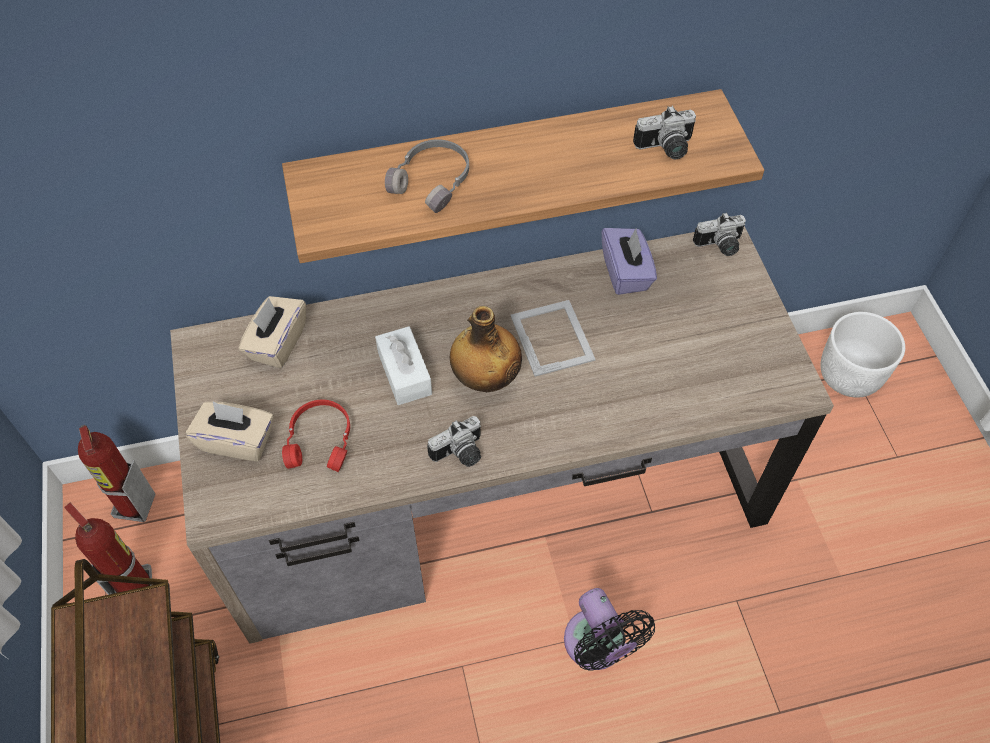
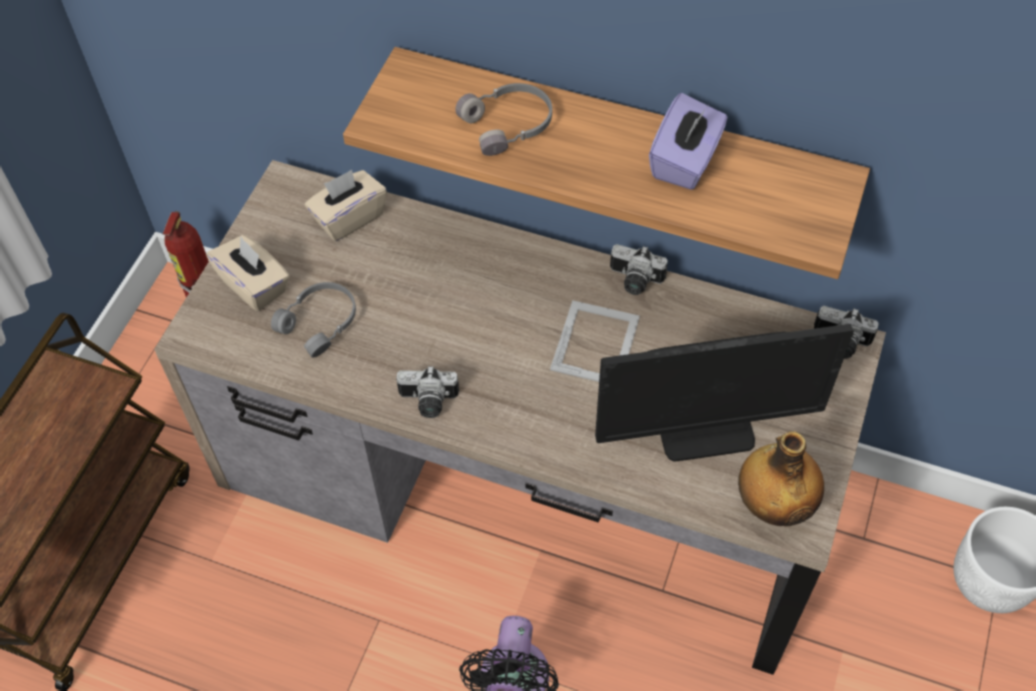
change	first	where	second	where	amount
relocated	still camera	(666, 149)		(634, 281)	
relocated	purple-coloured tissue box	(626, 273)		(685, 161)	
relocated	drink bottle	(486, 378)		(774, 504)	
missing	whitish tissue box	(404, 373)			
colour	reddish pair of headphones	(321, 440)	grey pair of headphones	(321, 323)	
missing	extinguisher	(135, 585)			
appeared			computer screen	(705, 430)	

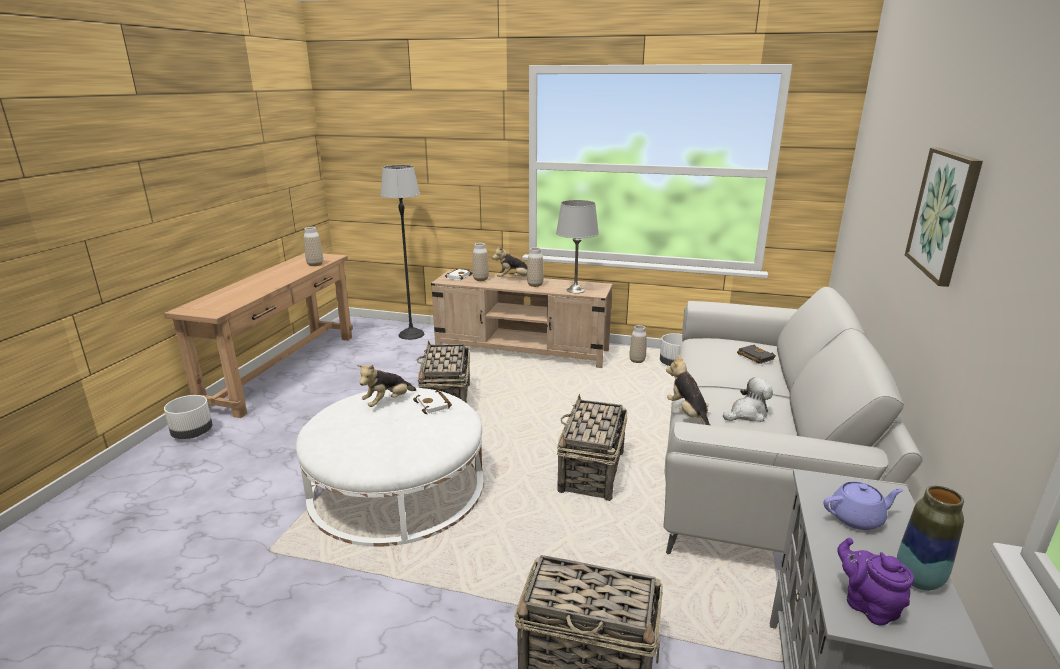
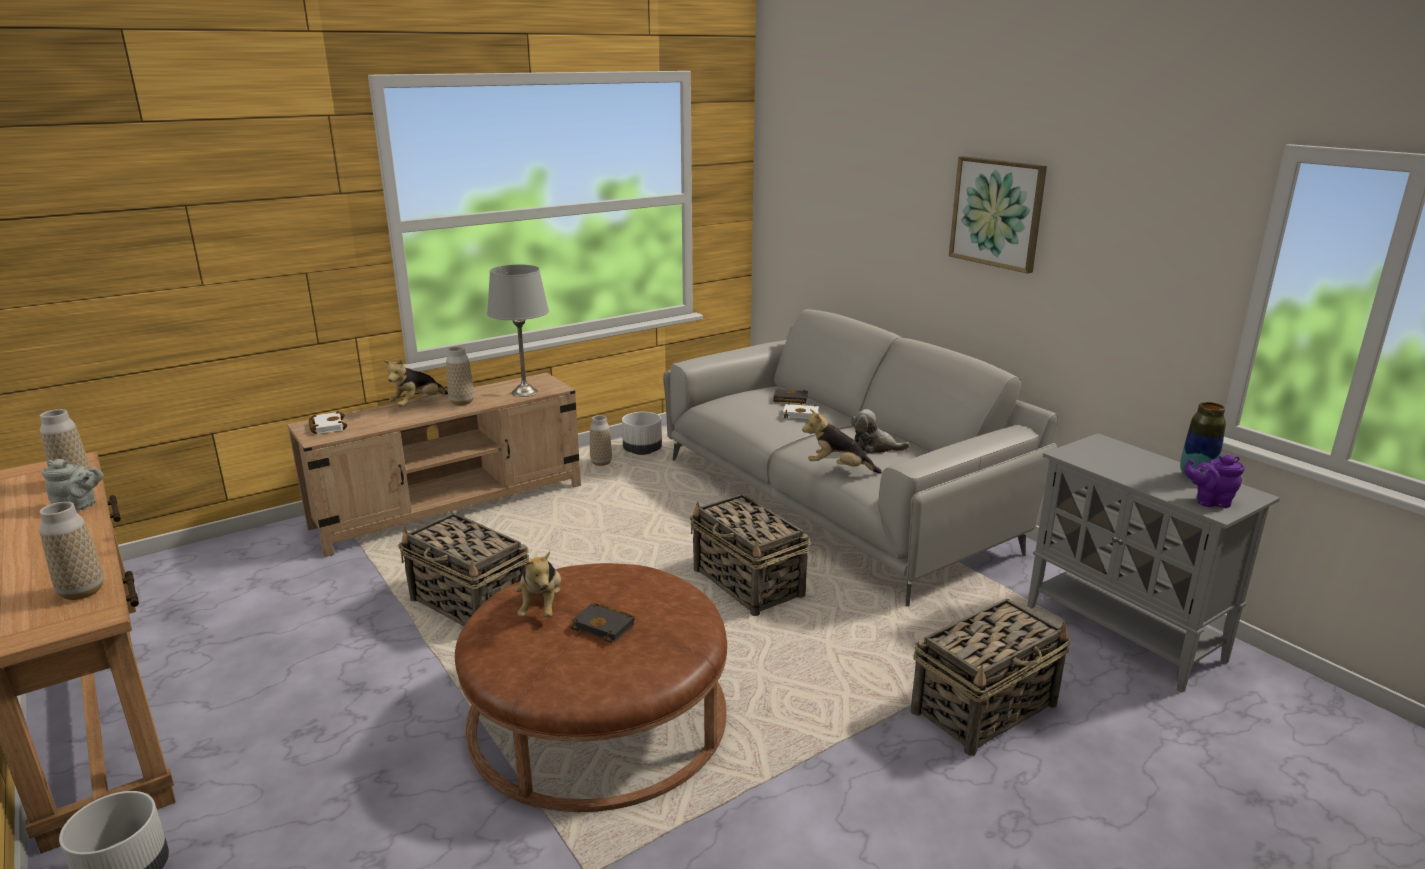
change	first	where	second	where	amount
missing	standard lamp	(411, 334)			
relocated	vase	(480, 279)		(82, 592)	
spun	plush toy	(747, 414)		(874, 447)	90 degrees counterclockwise
colour	whitish ottoman	(397, 487)	brown ottoman	(598, 715)	
relocated	whitish book	(434, 405)		(801, 414)	
missing	purple-coloured pot for tea	(857, 518)			
appeared			grey pot for tea	(79, 506)	
appeared			black-coloured book	(605, 626)	

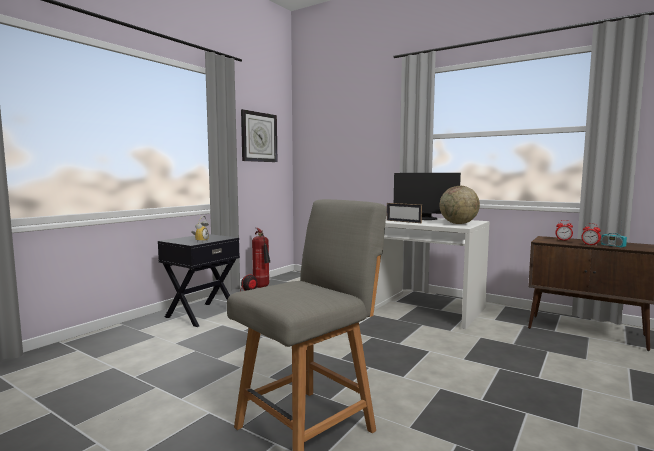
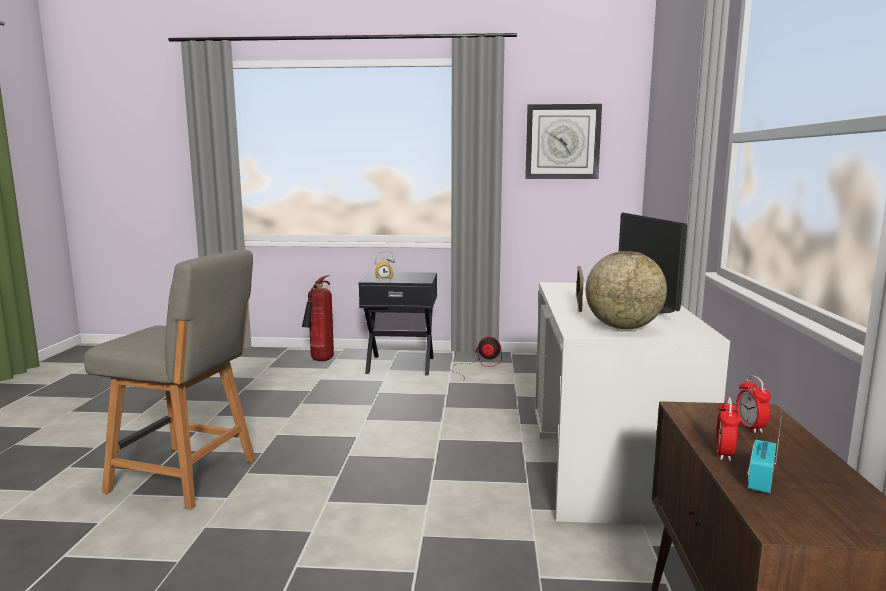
change	first	where	second	where	amount
relocated	extinguisher	(262, 287)		(320, 361)	

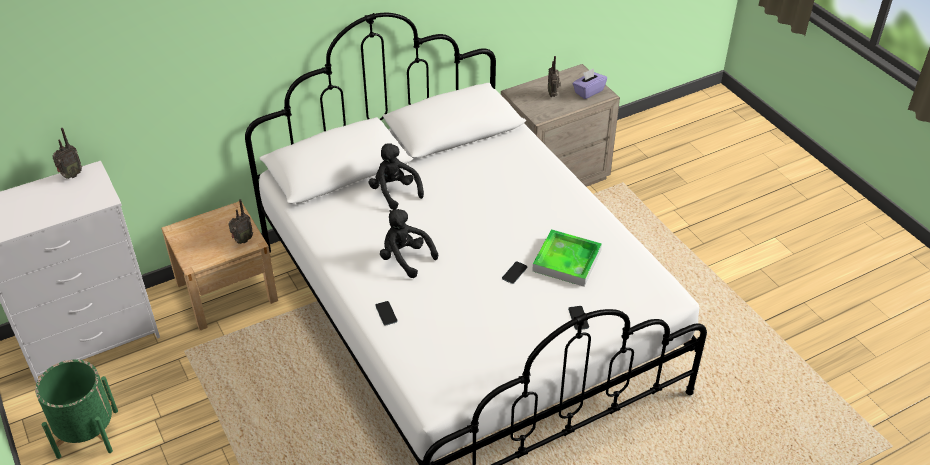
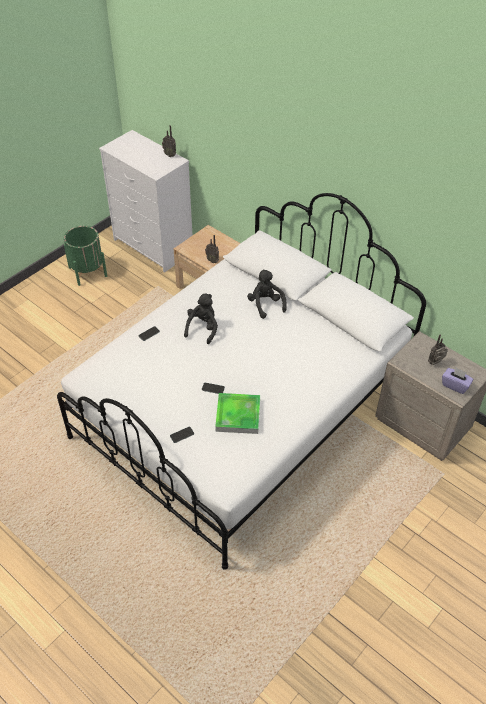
change	first	where	second	where	amount
spun	black-coloured plush toy	(394, 192)		(265, 304)	60 degrees counterclockwise

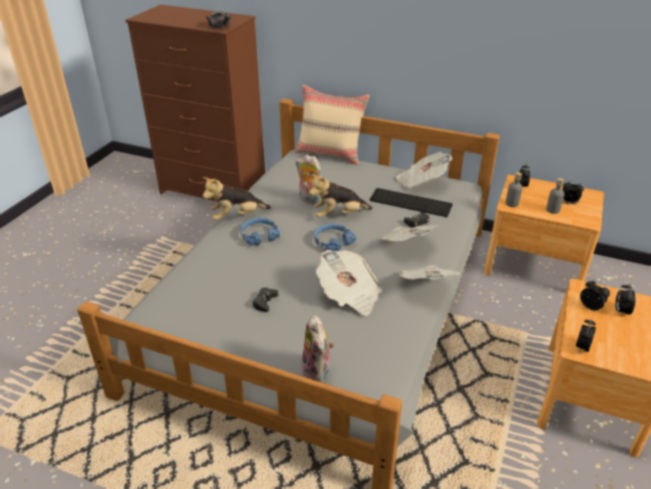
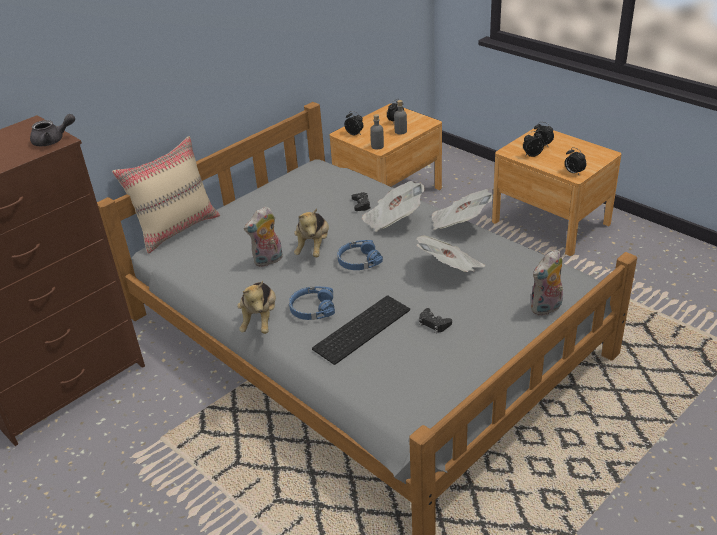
change	first	where	second	where	amount
missing	newspaper	(421, 182)			
relocated	computer keyboard	(412, 202)		(361, 328)	
spun	plush toy	(318, 372)		(546, 308)	135 degrees clockwise

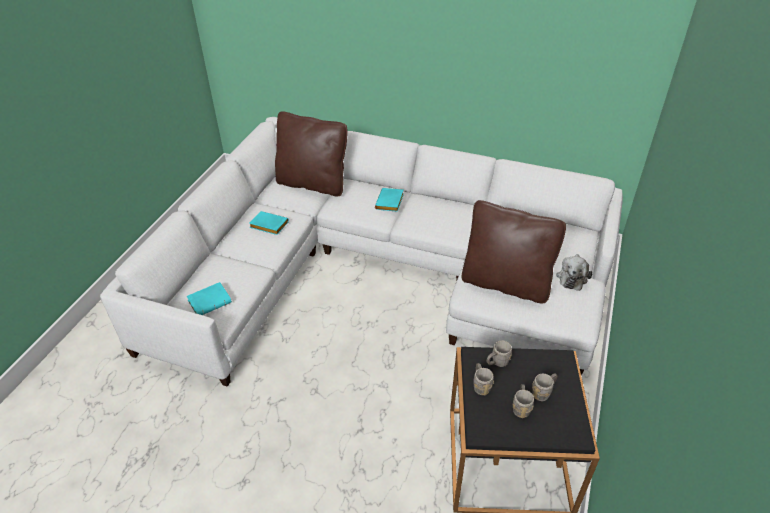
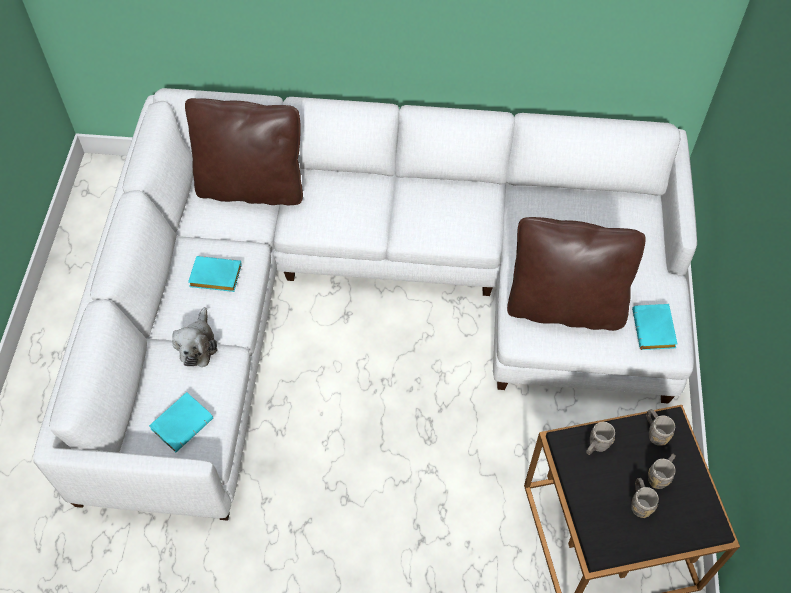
change	first	where	second	where	amount
relocated	turquoise book	(390, 203)		(655, 331)	
relocated	plush toy	(572, 277)		(198, 345)	
relocated	grey coffee mug	(480, 385)		(655, 432)	

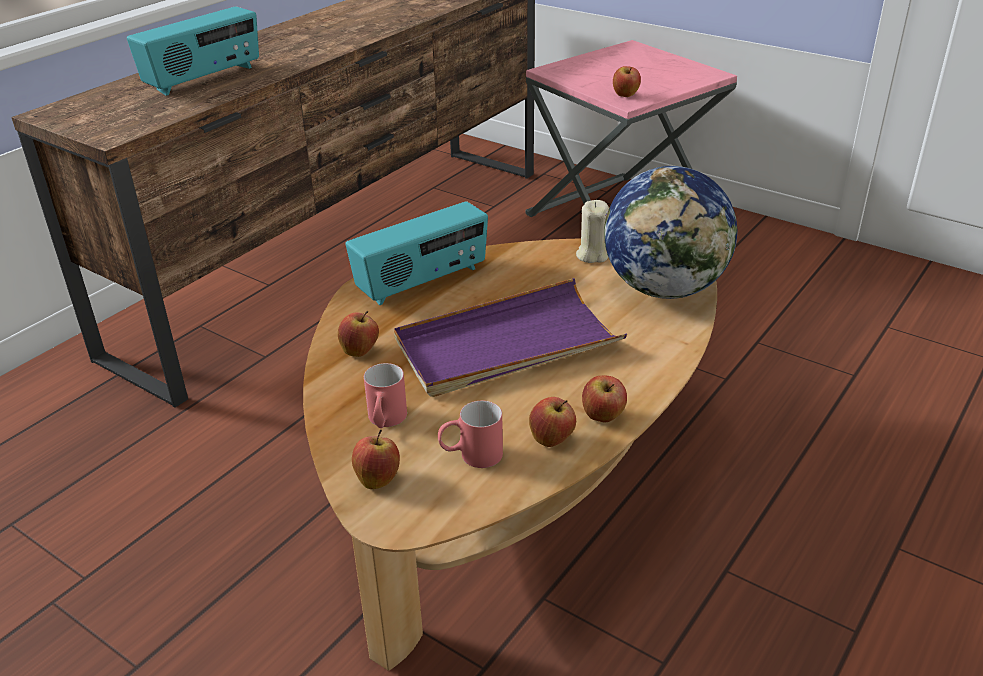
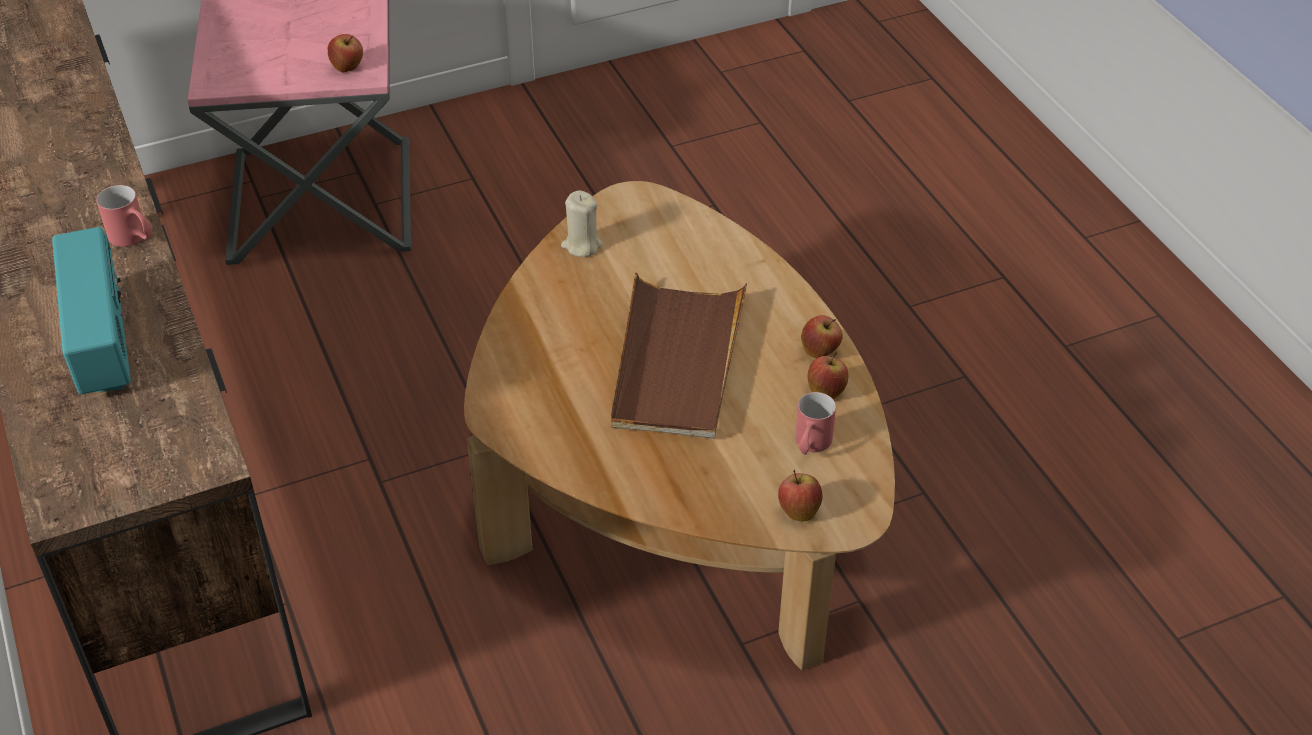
change	first	where	second	where	amount
missing	desk globe	(665, 288)			
missing	radio set	(422, 282)			
colour	purple-coloured serving tray	(506, 344)	brown serving tray	(677, 362)	
missing	whole apple	(360, 351)			
relocated	reddish coffee mug	(385, 421)		(134, 238)	

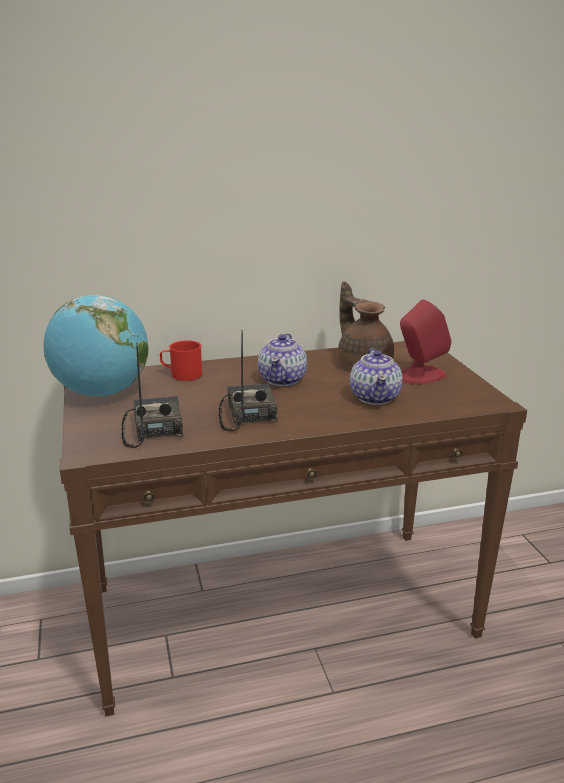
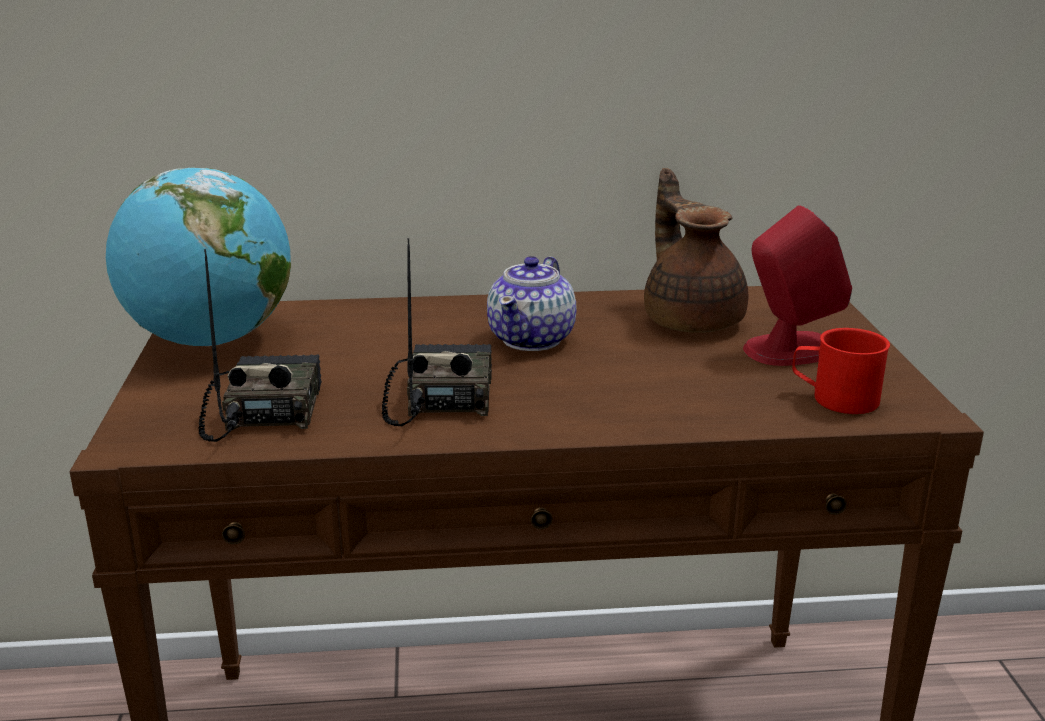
change	first	where	second	where	amount
relocated	reddish coffee mug	(181, 374)		(834, 398)	
missing	pot for tea	(375, 397)			

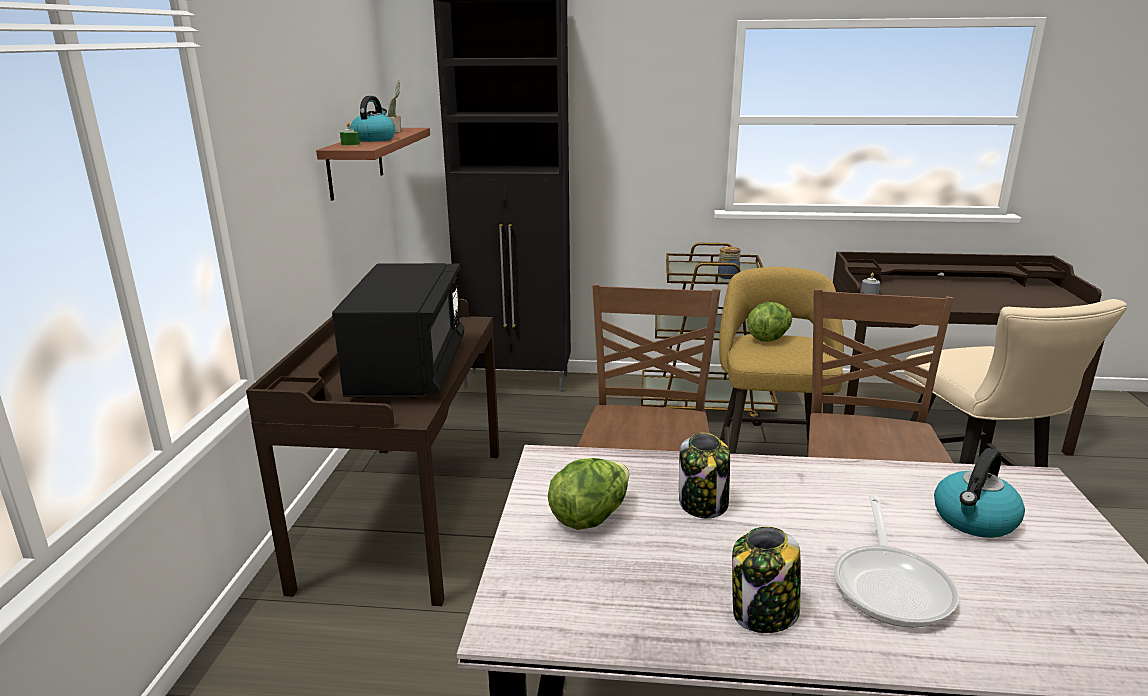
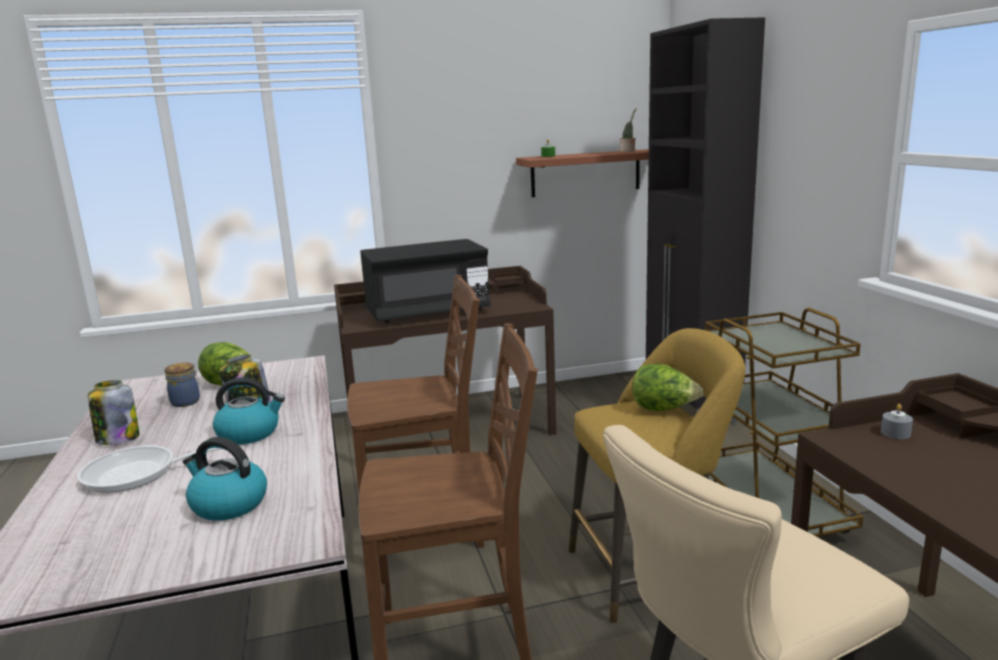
change	first	where	second	where	amount
relocated	kettle	(374, 139)		(250, 433)	
relocated	storage jar	(727, 276)		(186, 402)	

